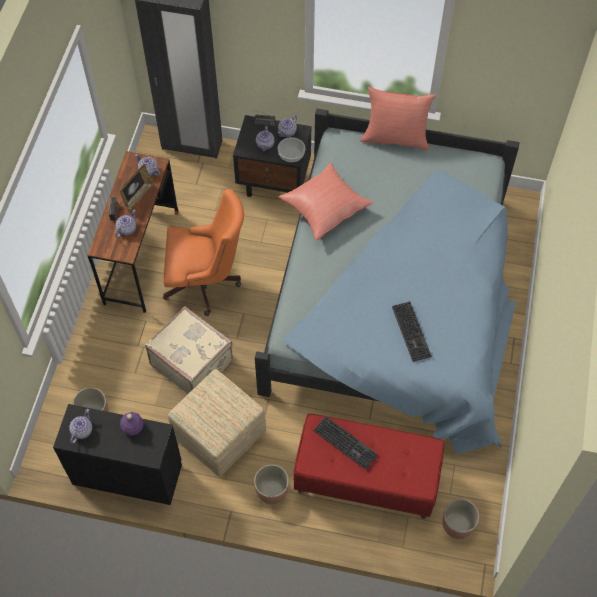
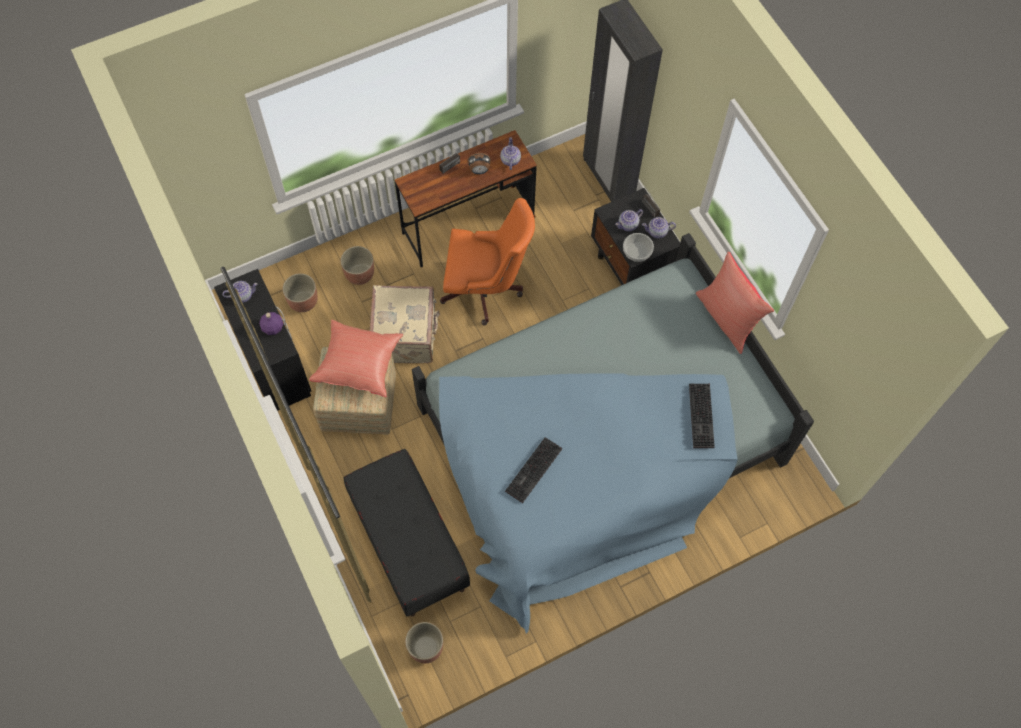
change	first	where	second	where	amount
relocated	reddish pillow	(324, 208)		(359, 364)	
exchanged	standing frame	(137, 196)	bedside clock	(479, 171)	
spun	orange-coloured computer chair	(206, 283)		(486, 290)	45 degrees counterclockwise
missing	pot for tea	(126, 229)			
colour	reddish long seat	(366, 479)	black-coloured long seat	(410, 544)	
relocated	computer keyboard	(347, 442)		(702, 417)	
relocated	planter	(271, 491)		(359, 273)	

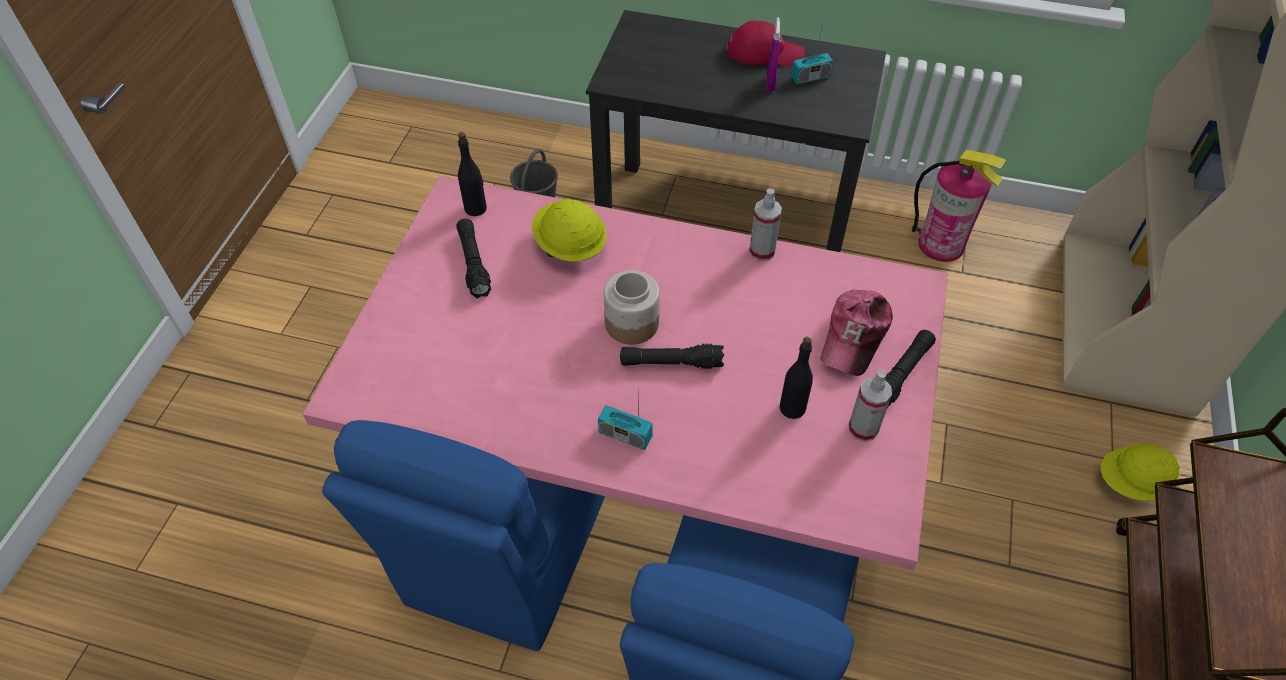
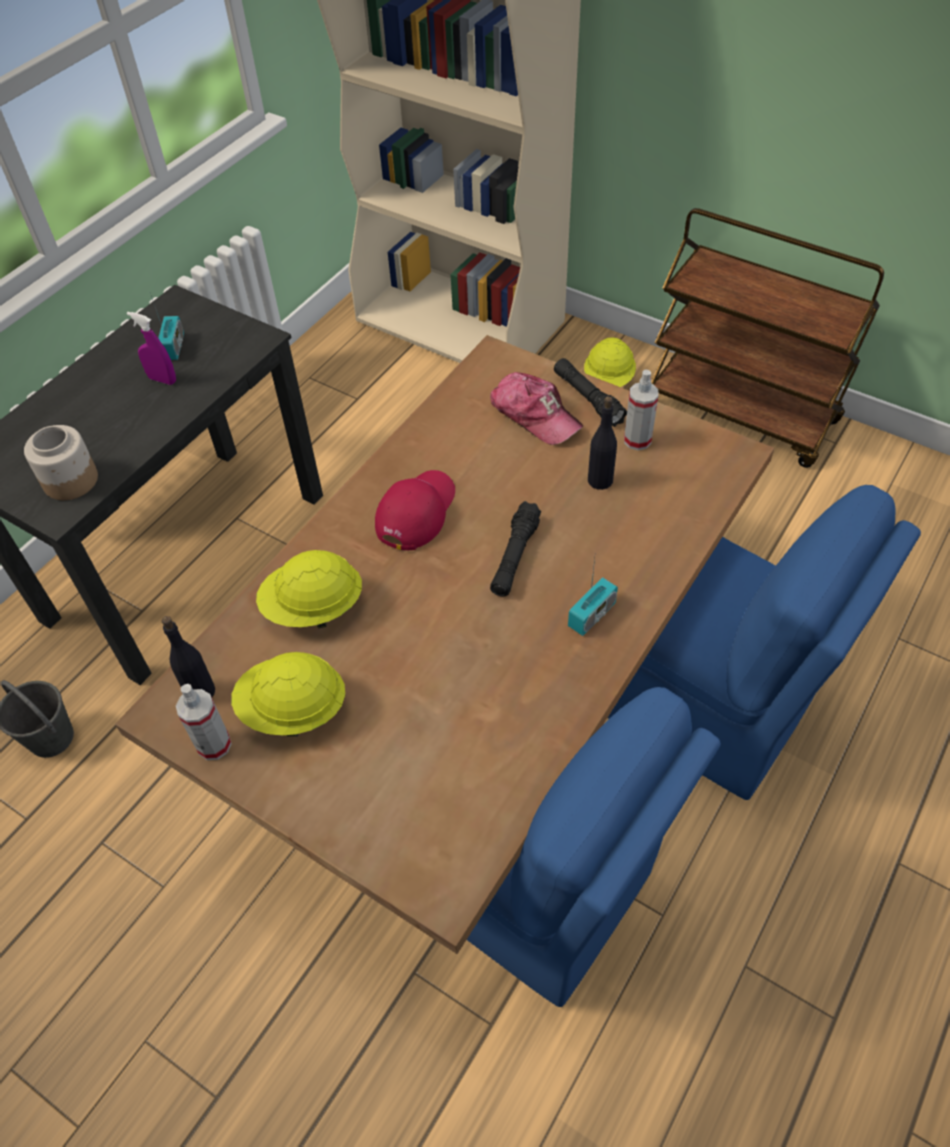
change	first	where	second	where	amount
relocated	reddish cap	(764, 52)		(416, 512)	
missing	extinguisher	(941, 244)			
colour	pink dining table	(645, 476)	brown dining table	(481, 720)	
relocated	sprayer	(762, 251)		(214, 745)	
exchanged	black-coloured hand torch	(473, 264)	yellow work helmet	(293, 710)	
relocated	storage jar	(631, 323)		(70, 481)	

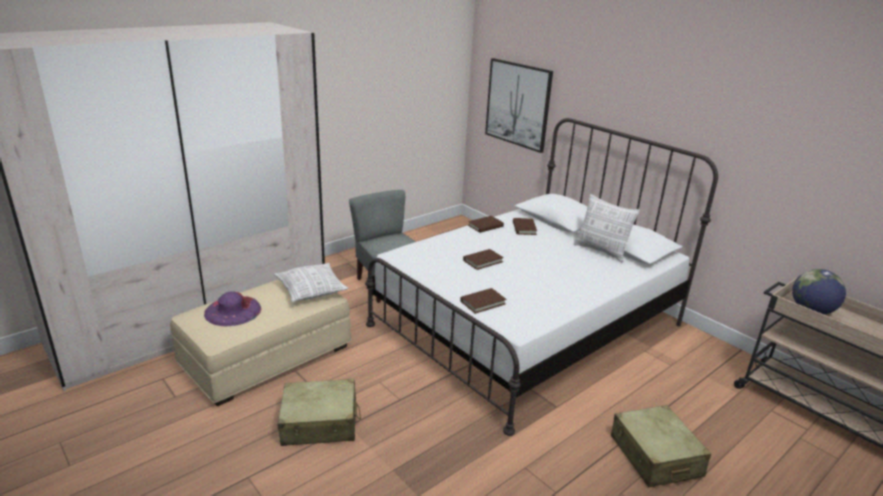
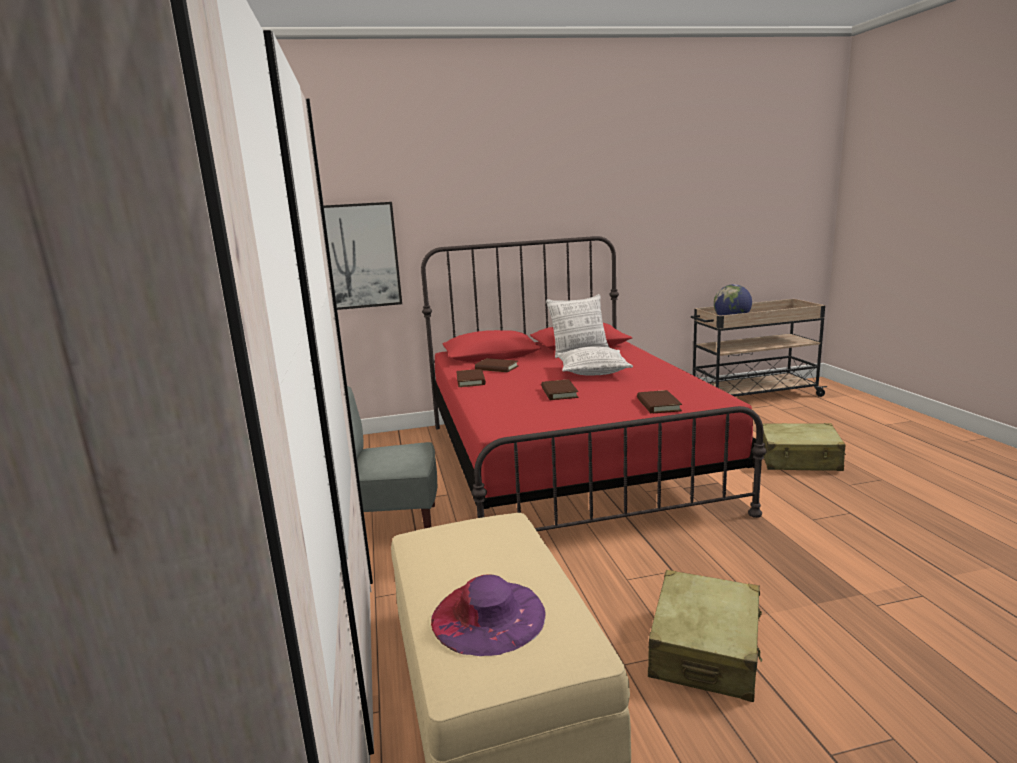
change	first	where	second	where	amount
colour	whitish bed	(528, 325)	reddish bed	(566, 463)	
relocated	pillow	(311, 291)		(593, 372)	

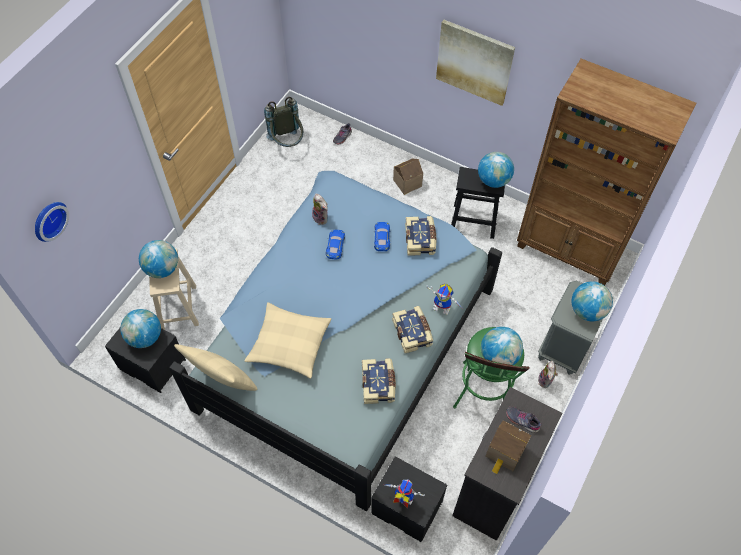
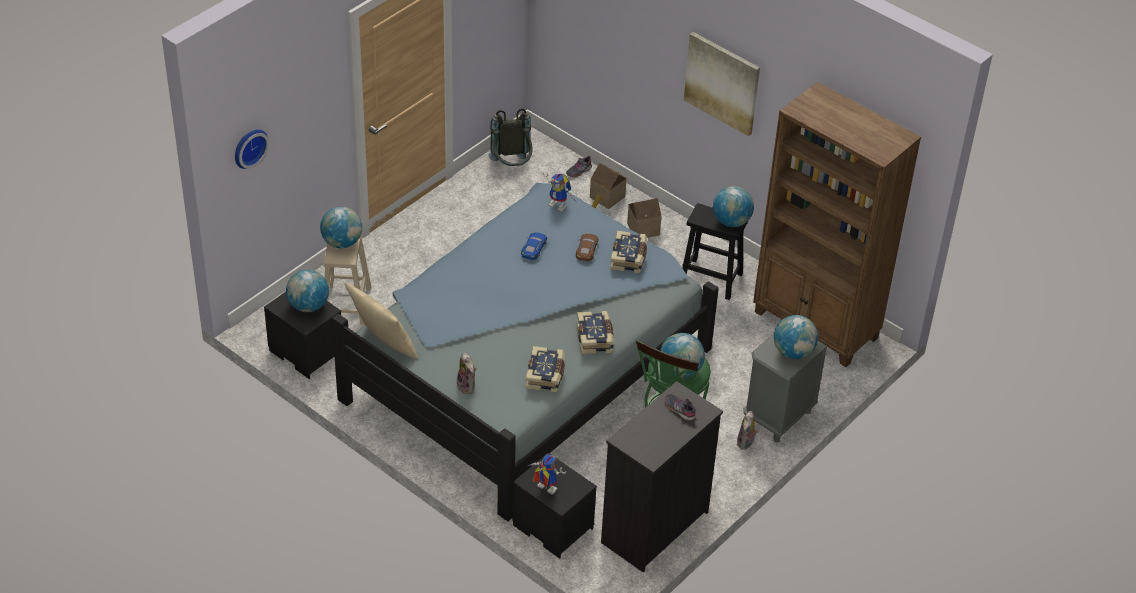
change	first	where	second	where	amount
relocated	plush toy	(321, 218)		(467, 386)	
colour	blue-coloured miniature car	(382, 238)	brown miniature car	(587, 249)	
relocated	model robot	(443, 307)		(560, 205)	
missing	sand-coloured pillow	(289, 344)			
relocated	miniature house	(505, 453)		(606, 198)	

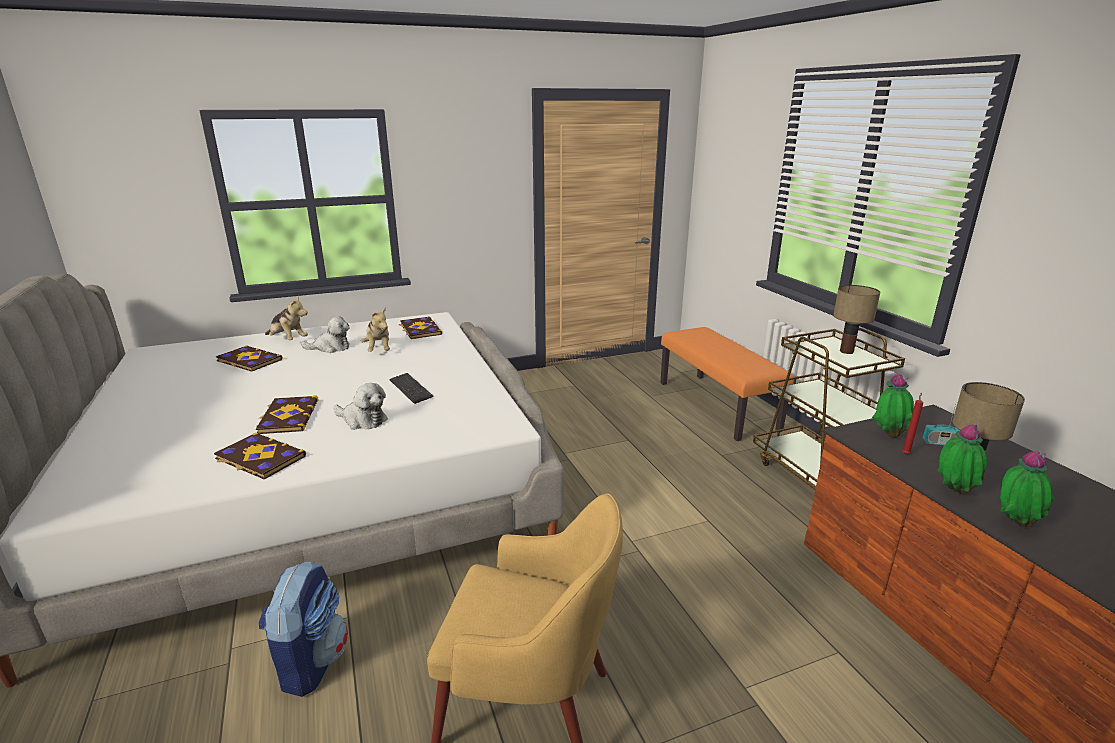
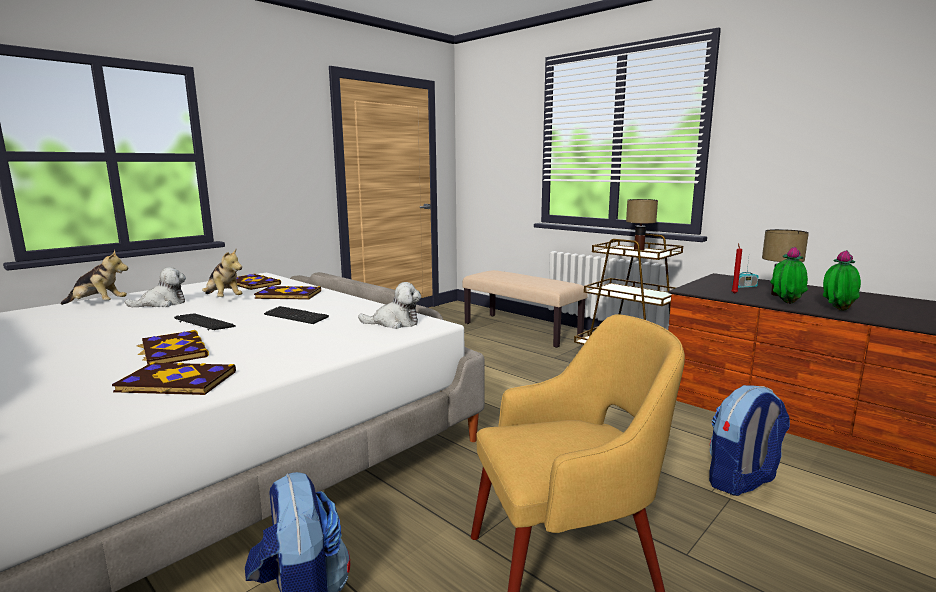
change	first	where	second	where	amount
colour	orange-coloured long seat	(717, 406)	sand-coloured long seat	(522, 330)	
relocated	book	(248, 360)		(288, 295)	
missing	houseplant	(888, 435)			
relocated	plush toy	(362, 420)		(394, 323)	
appeared			computer keyboard	(204, 323)	
appeared			knapsack	(742, 482)	

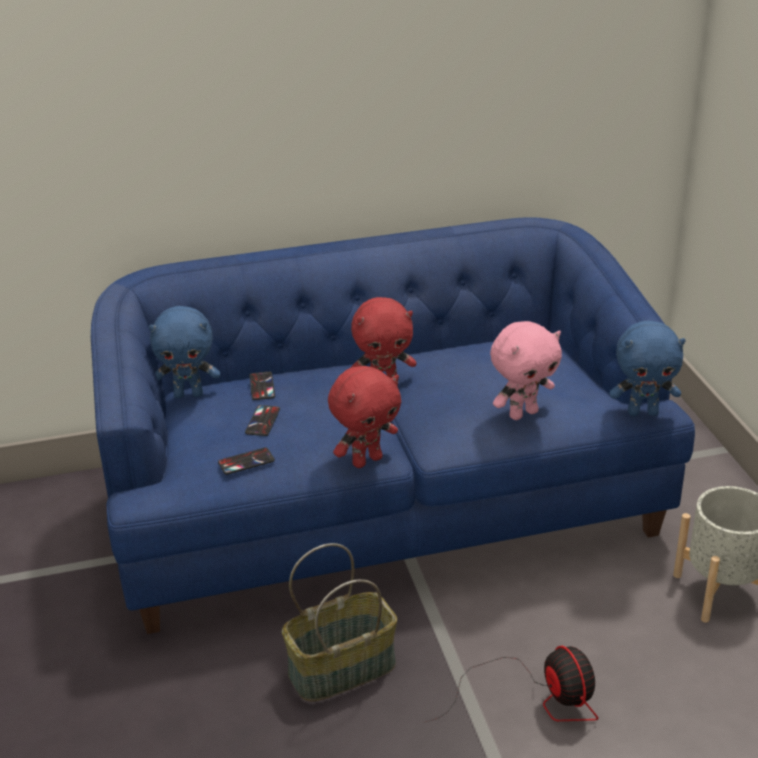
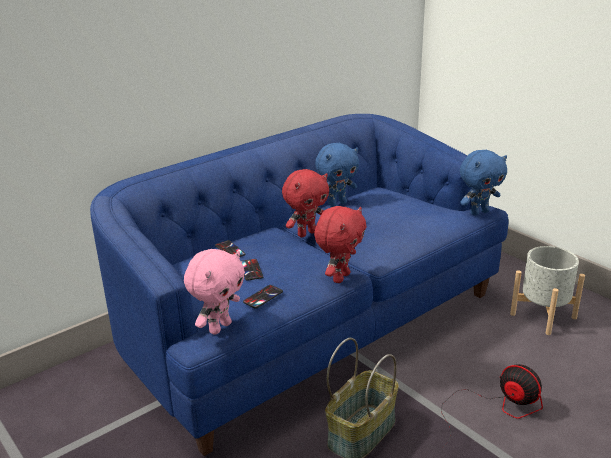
change	first	where	second	where	amount
relocated	blue-coloured plush toy	(189, 394)		(337, 203)	
relocated	pink plush toy	(523, 413)		(219, 327)	

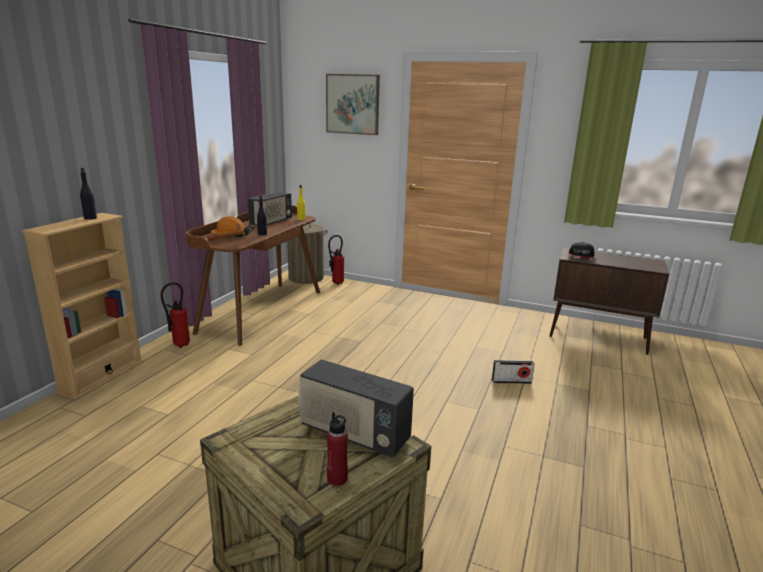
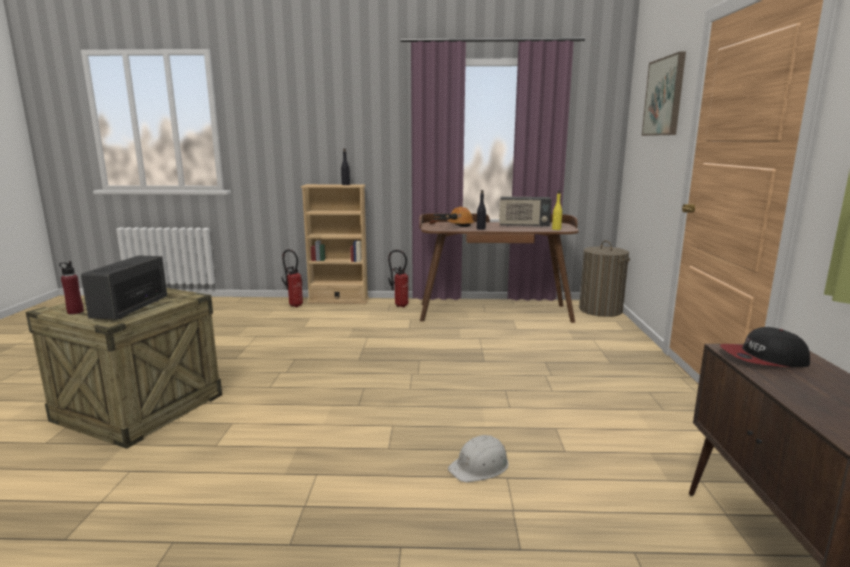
change	first	where	second	where	amount
relocated	extinguisher	(335, 283)		(294, 305)	
exchanged	radio set	(511, 381)	whitish work helmet	(480, 466)	

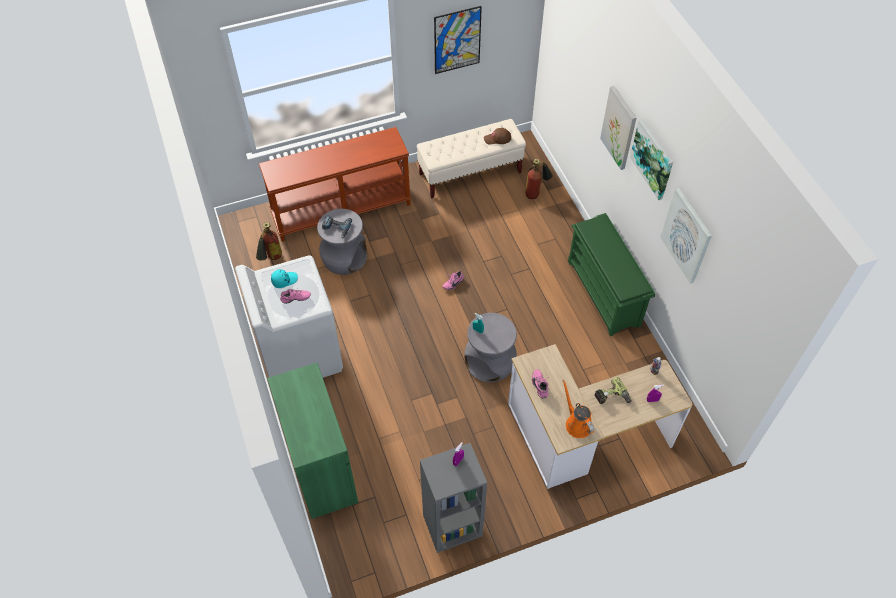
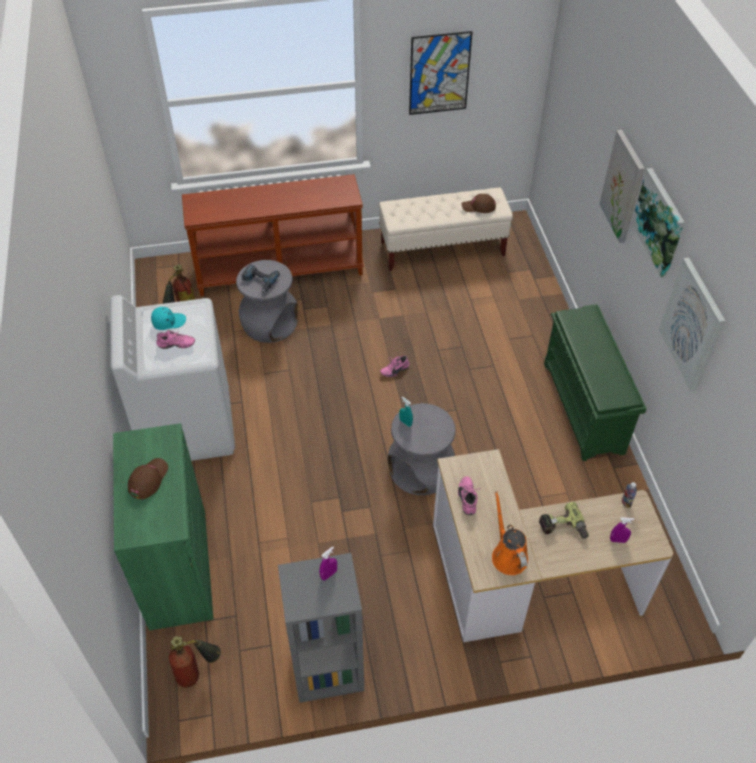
change	first	where	second	where	amount
relocated	extinguisher	(536, 192)		(197, 673)	
appeared			brown cap	(148, 479)	

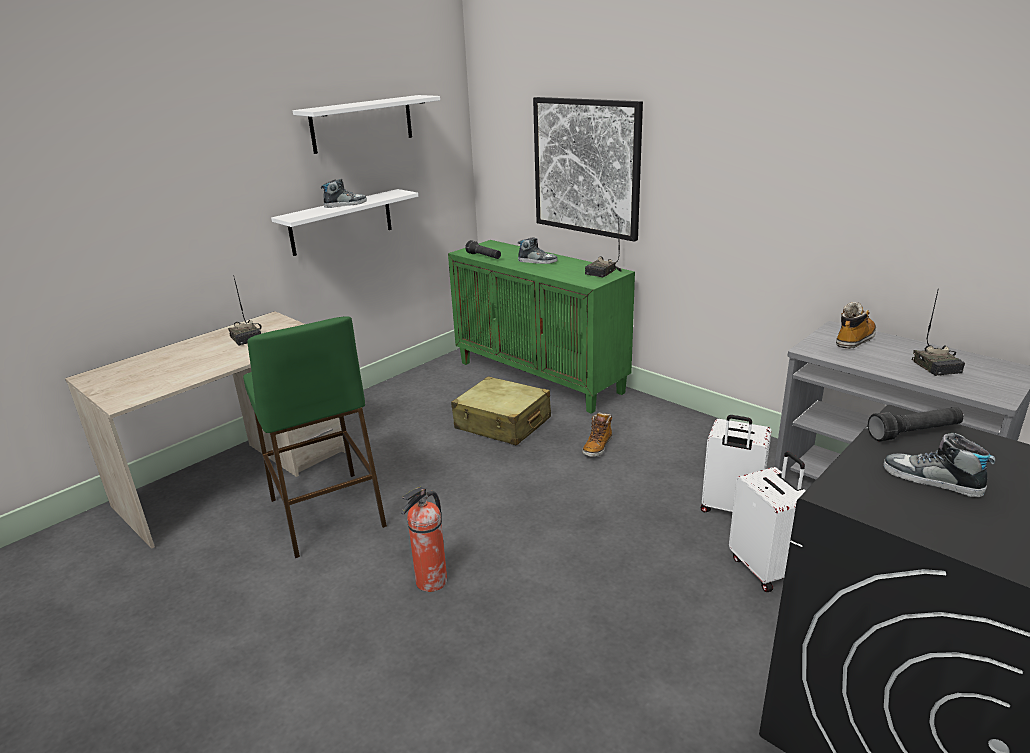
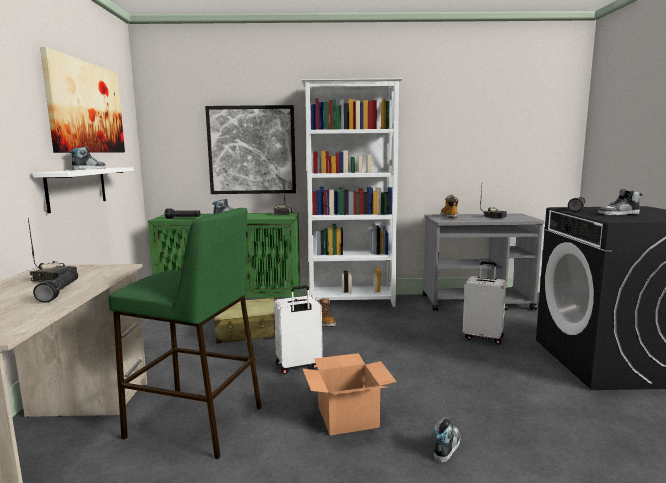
change	first	where	second	where	amount
exchanged	whitish wall shelf	(362, 123)	wall art	(86, 108)	
relocated	whitish piece of luggage	(730, 509)		(298, 366)	
exchanged	extinguisher	(430, 582)	carton	(347, 418)	
appeared			whitish shelving unit	(352, 301)	
appeared			black-coloured hand torch	(60, 292)	
appeared			shoe	(446, 446)	

